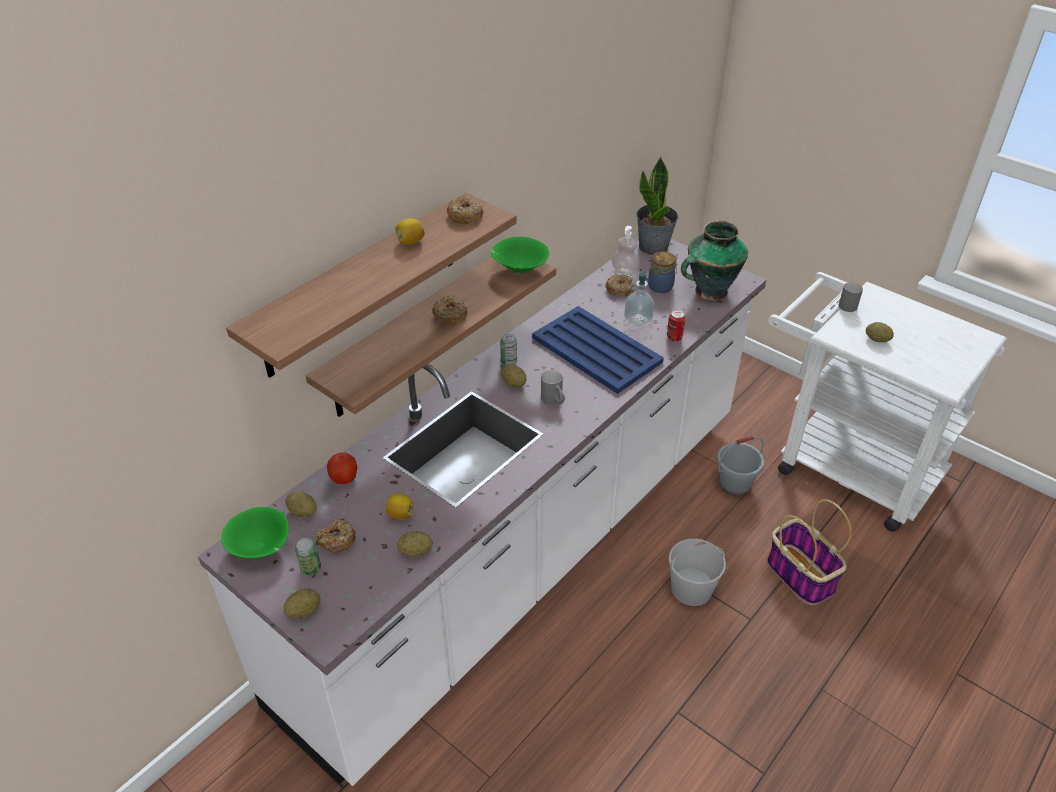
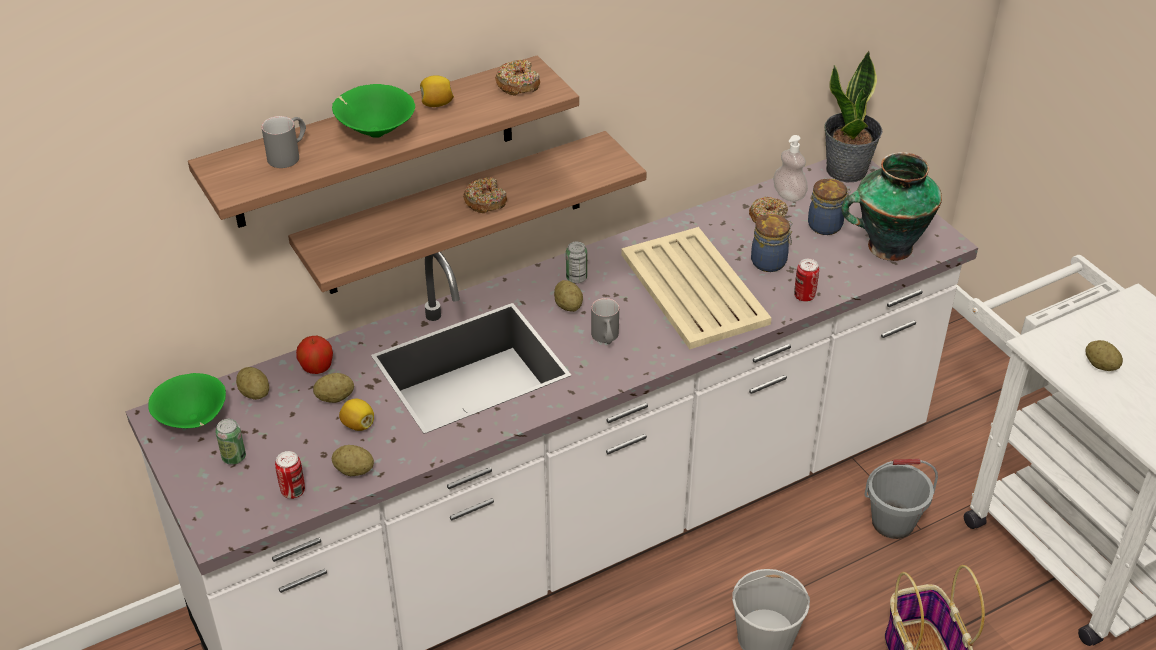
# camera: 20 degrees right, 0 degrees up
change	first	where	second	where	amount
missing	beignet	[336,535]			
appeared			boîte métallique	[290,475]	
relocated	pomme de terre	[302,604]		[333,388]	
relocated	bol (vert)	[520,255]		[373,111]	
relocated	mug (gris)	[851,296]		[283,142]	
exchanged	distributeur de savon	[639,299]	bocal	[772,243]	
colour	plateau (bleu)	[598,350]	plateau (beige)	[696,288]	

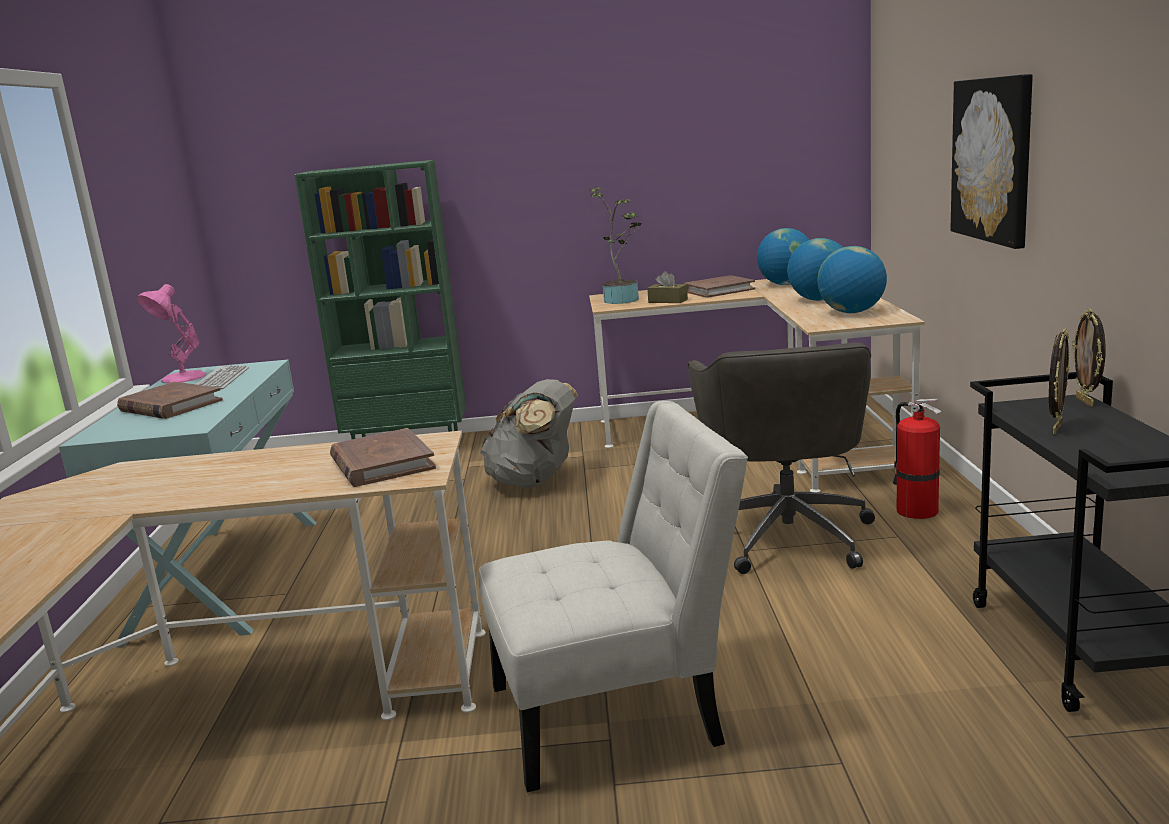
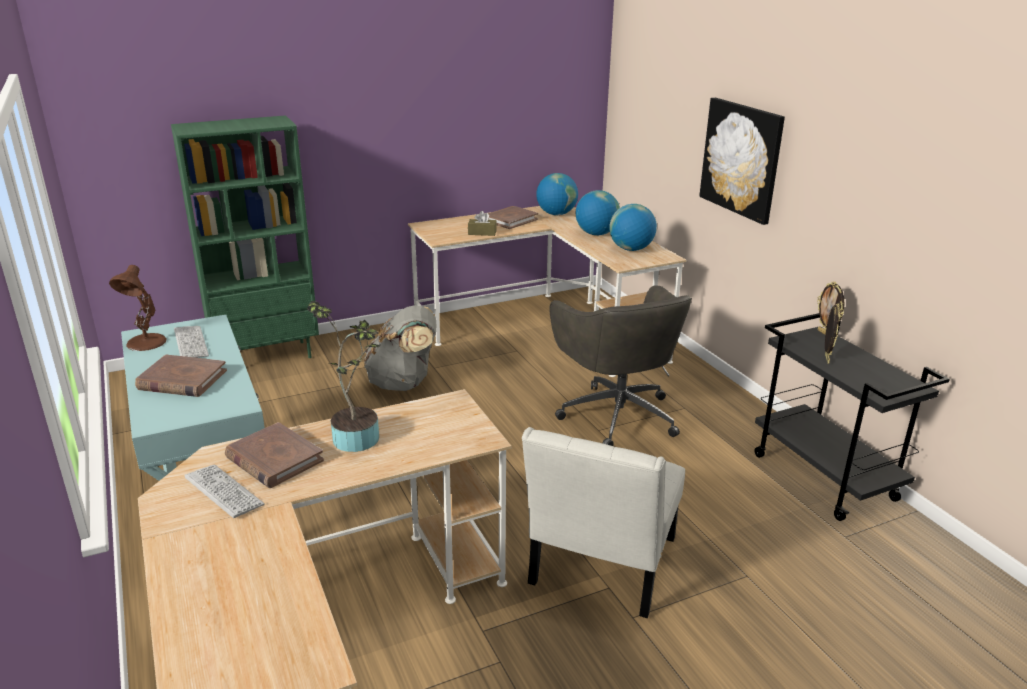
# camera: 25 degrees left, 10 degrees up
change	first	where	second	where	amount
missing	extincteur	[917,459]			
appeared			clavier	[224,491]	
relocated	livre (marron)	[383,457]		[274,455]	
relocated	plante en pot	[615,245]		[343,376]	
colour	lampe de table (rose)	[171,334]	lampe de table (marron)	[138,308]	
spun	chaise (blanc)	[613,596]		[603,522]	150 degrees clockwise

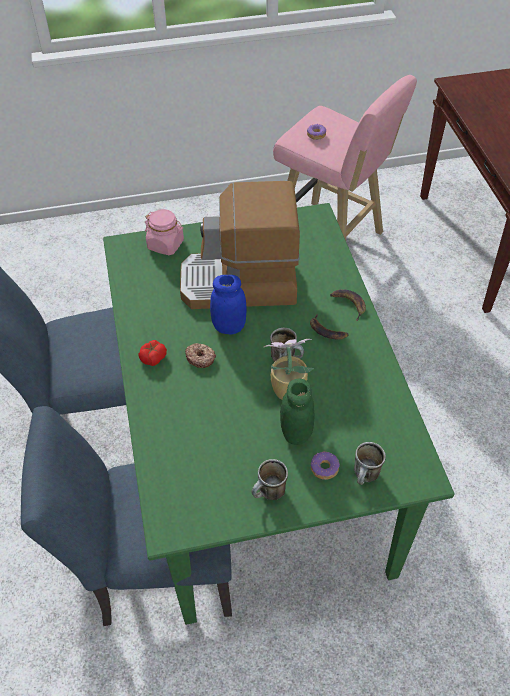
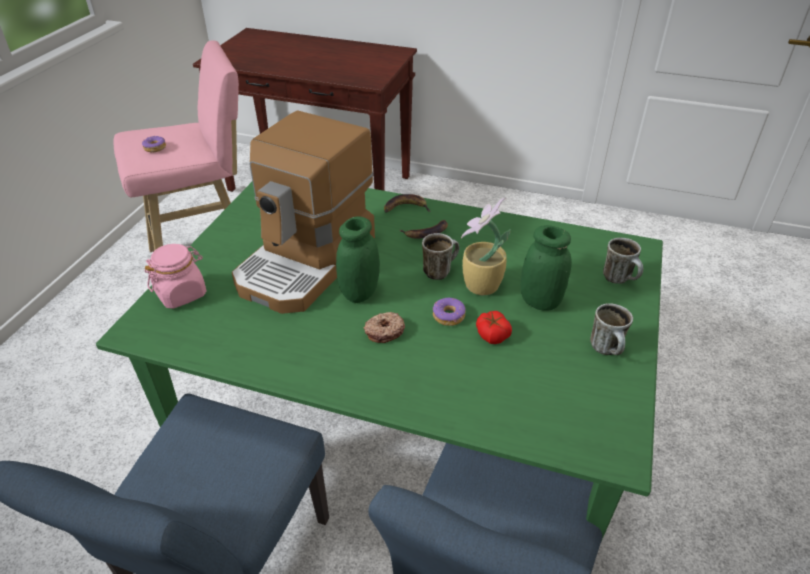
# camera: 60 degrees left, 10 degrees down
change	first	where	second	where	amount
relocated	tomate	[152,353]		[494,327]	
relocated	beignet	[325,465]		[448,312]	
colour	bocal (bleu)	[228,304]	bocal (vert)	[358,259]	

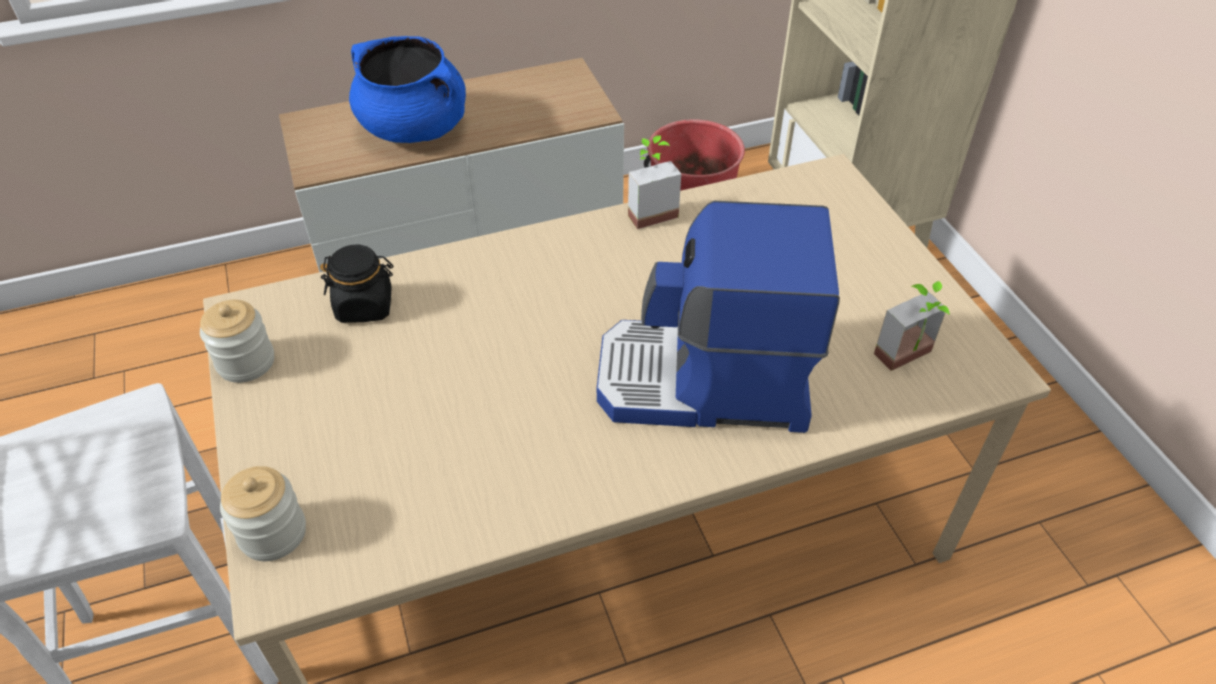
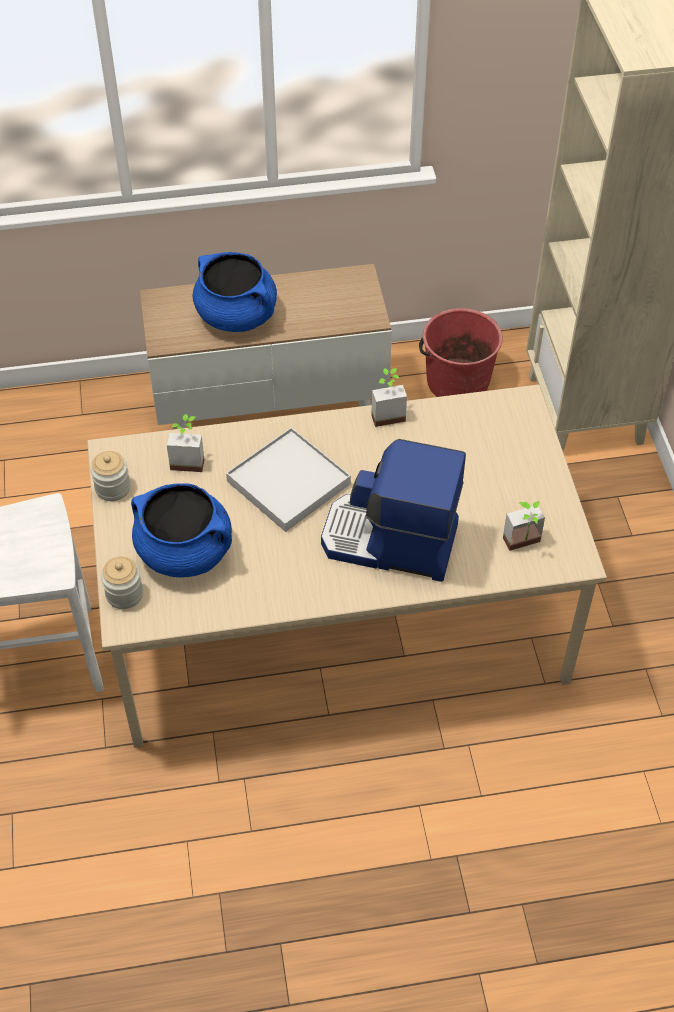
# camera: 10 degrees right, 5 degrees up
change	first	where	second	where	amount
appeared			marmite (bleu)	[181,530]	
appeared			plateau (blanc)	[288,479]	
exchanged	bocal (noir)	[356,284]	plante en pot	[185,443]	

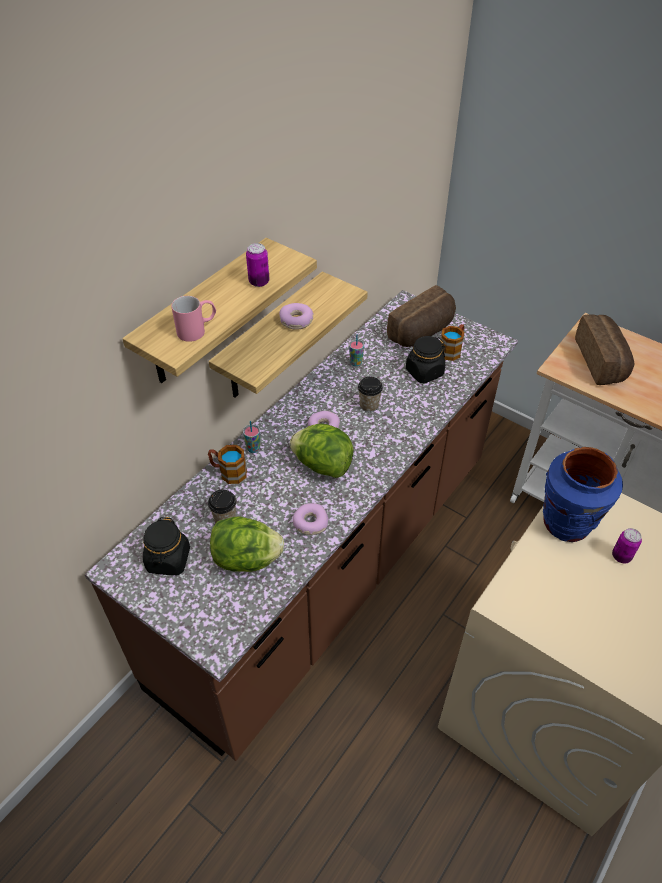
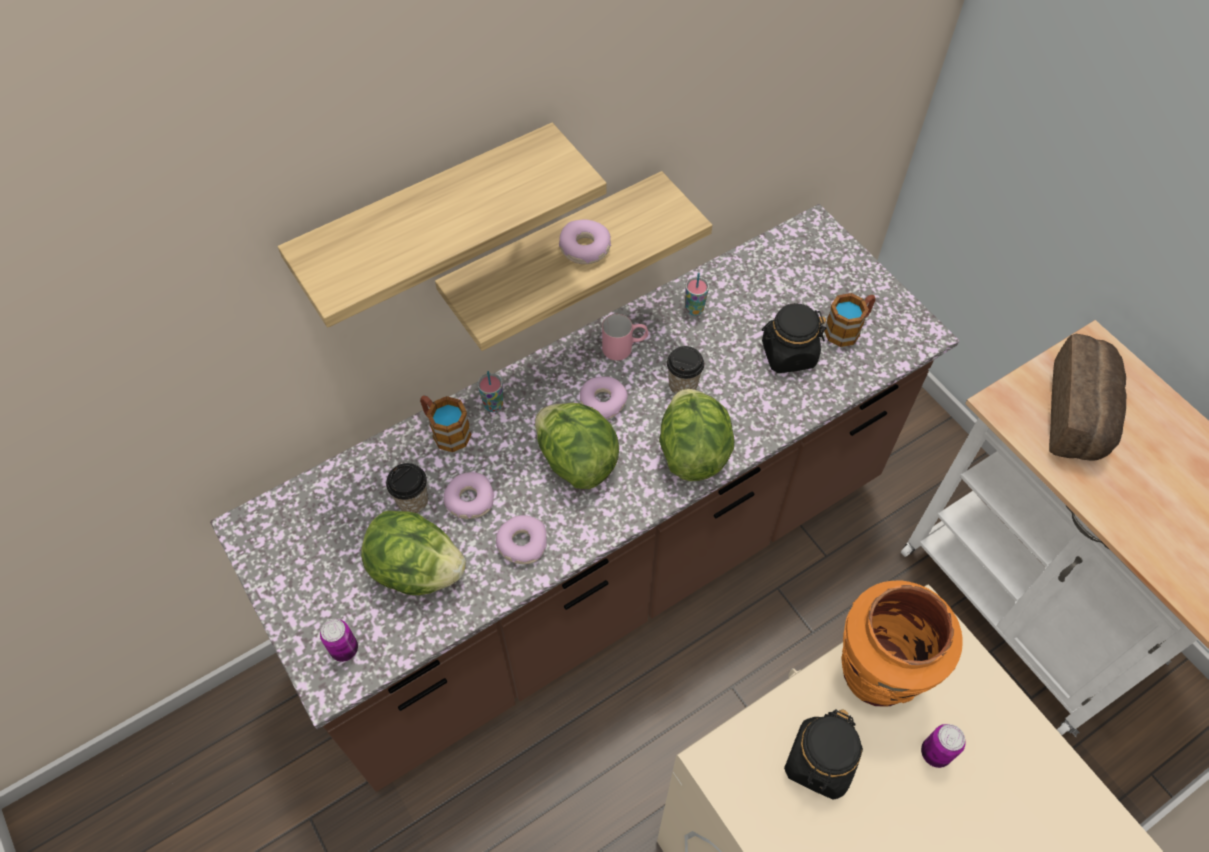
# camera: 20 degrees right, 10 degrees up
change	first	where	second	where	amount
missing	pain	[421,316]			
appeared			beignet	[469,495]	
appeared			laitue	[697,435]	
relocated	bocal (noir)	[166,546]		[823,754]	
relocated	mug (rose)	[193,319]		[625,337]	
relocated	boîte métallique	[258,265]		[339,640]	
colour	vase (bleu)	[583,494]	vase (orange)	[902,643]	

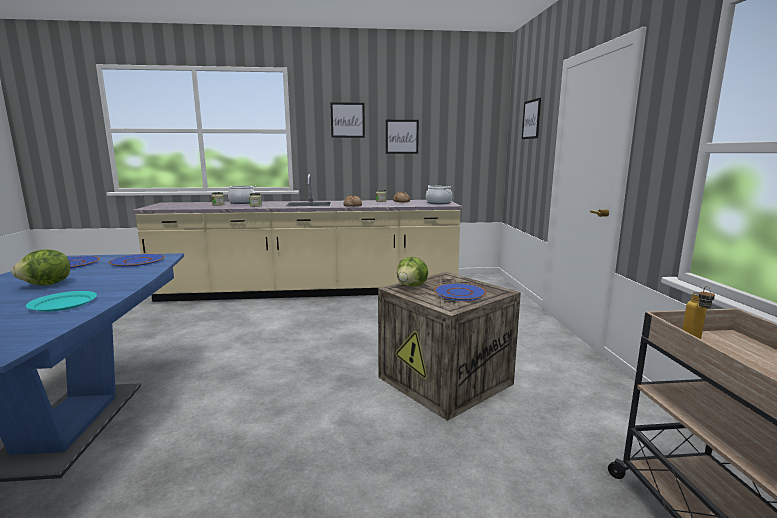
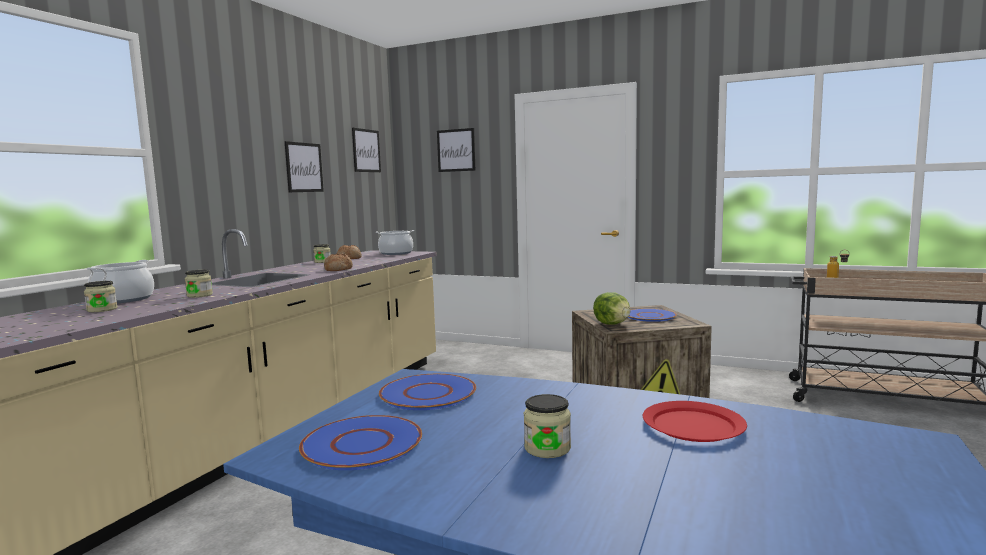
# camera: 60 degrees left, 5 degrees down
change	first	where	second	where	amount
relocated	tableau	[347,120]		[366,150]	
exchanged	laitue	[40,267]	bocal	[547,426]	
colour	assiette (turquoise)	[61,301]	assiette (rouge)	[695,421]	

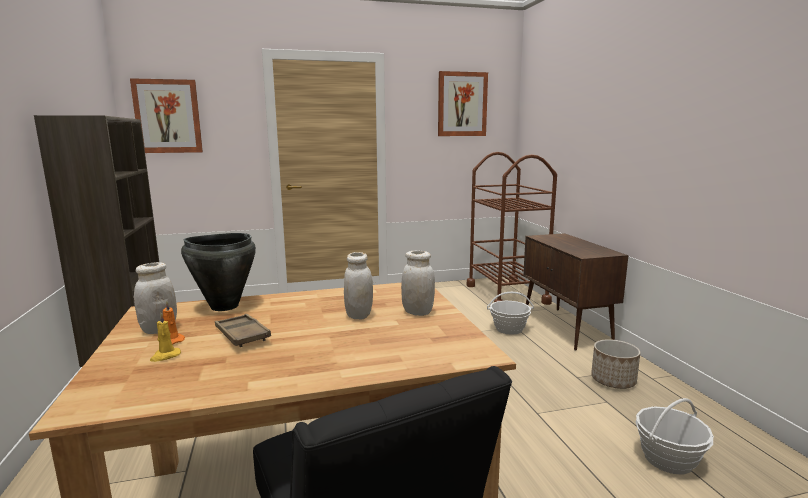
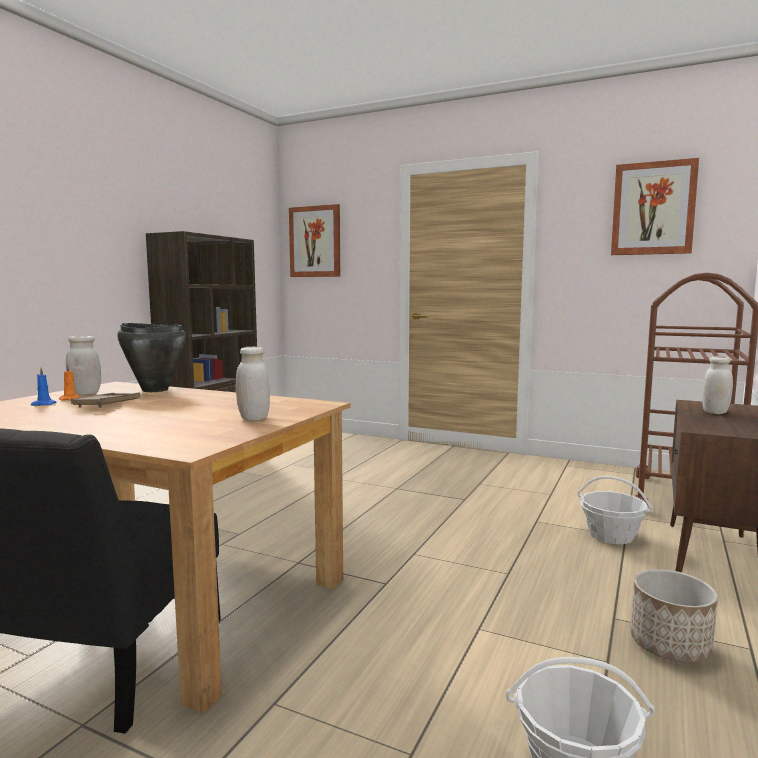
# camera: 40 degrees right, 5 degrees down
change	first	where	second	where	amount
relocated	bocal (blanc)	[358,285]		[717,385]	
colour	bougie (jaune)	[165,337]	bougie (bleu)	[44,386]	

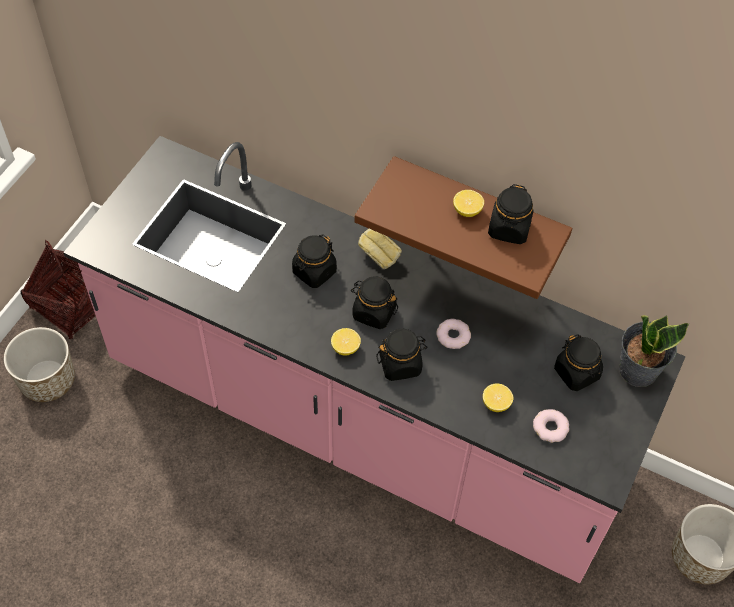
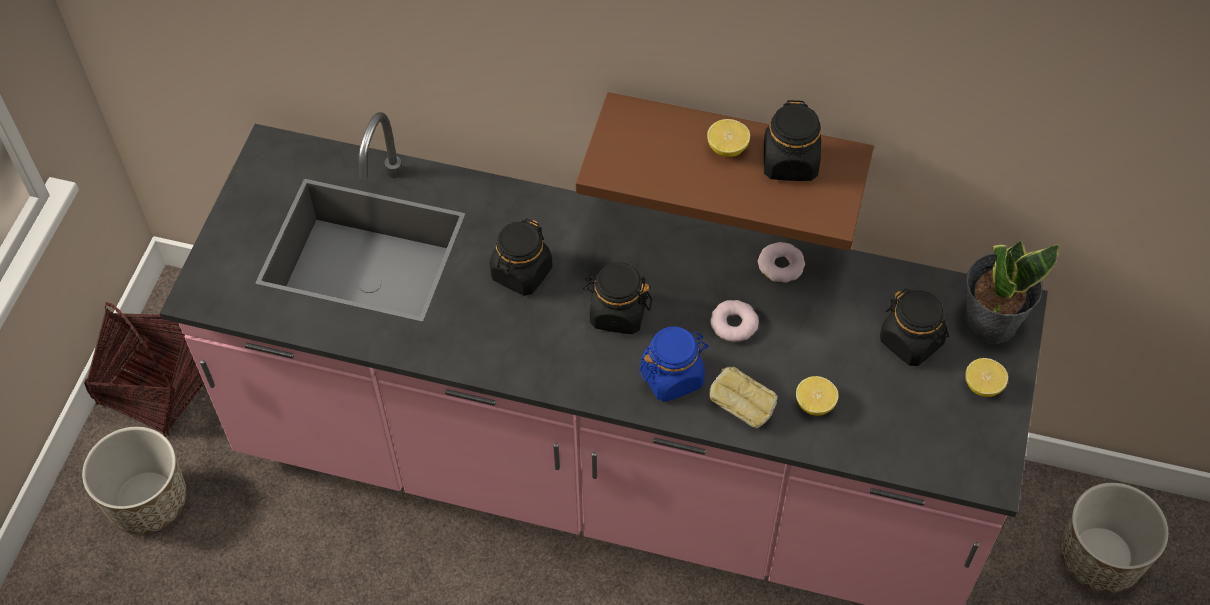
# camera: 10 degrees left, 0 degrees up
change	first	where	second	where	amount
relocated	citron	[346,342]		[986,377]	
relocated	pain	[380,249]		[743,397]	
relocated	beignet	[551,426]		[781,262]	
colour	bocal (noir)	[402,355]	bocal (bleu)	[673,364]	

